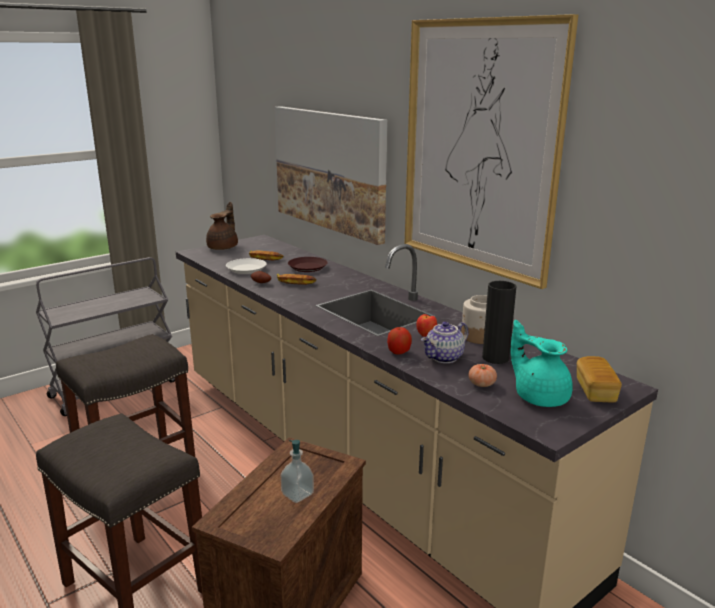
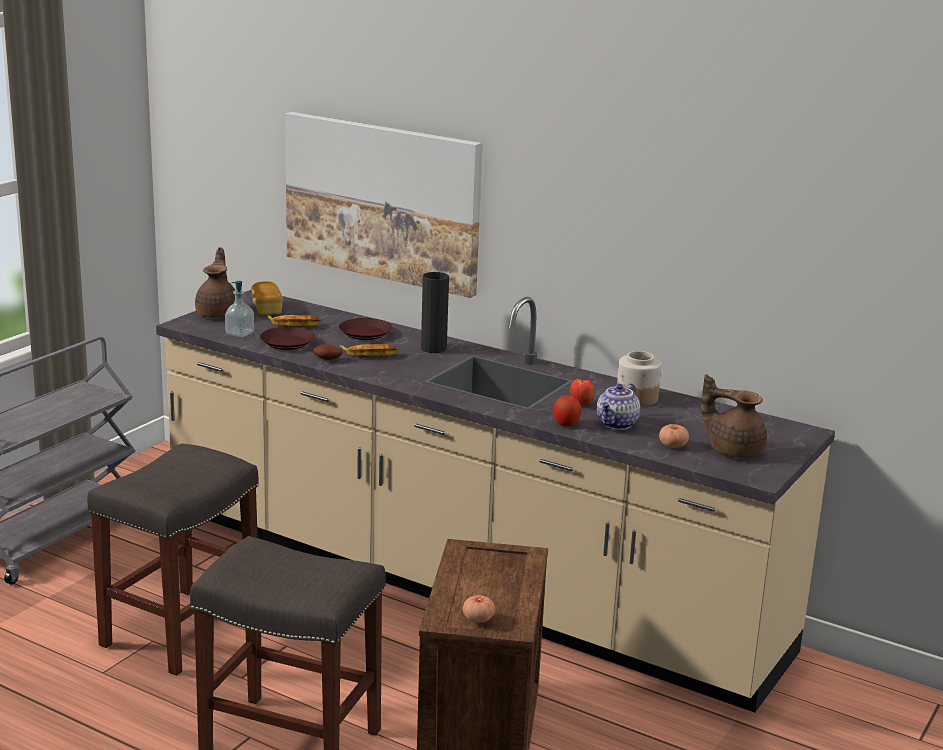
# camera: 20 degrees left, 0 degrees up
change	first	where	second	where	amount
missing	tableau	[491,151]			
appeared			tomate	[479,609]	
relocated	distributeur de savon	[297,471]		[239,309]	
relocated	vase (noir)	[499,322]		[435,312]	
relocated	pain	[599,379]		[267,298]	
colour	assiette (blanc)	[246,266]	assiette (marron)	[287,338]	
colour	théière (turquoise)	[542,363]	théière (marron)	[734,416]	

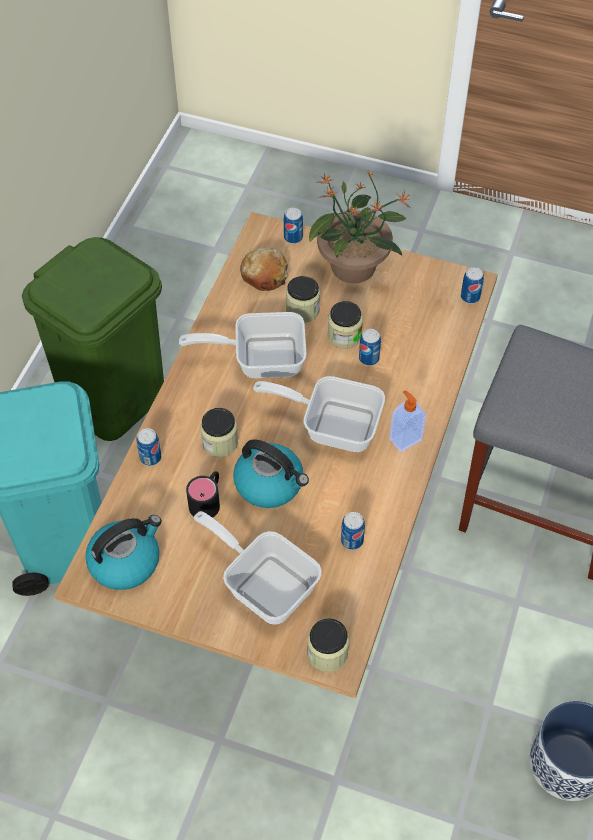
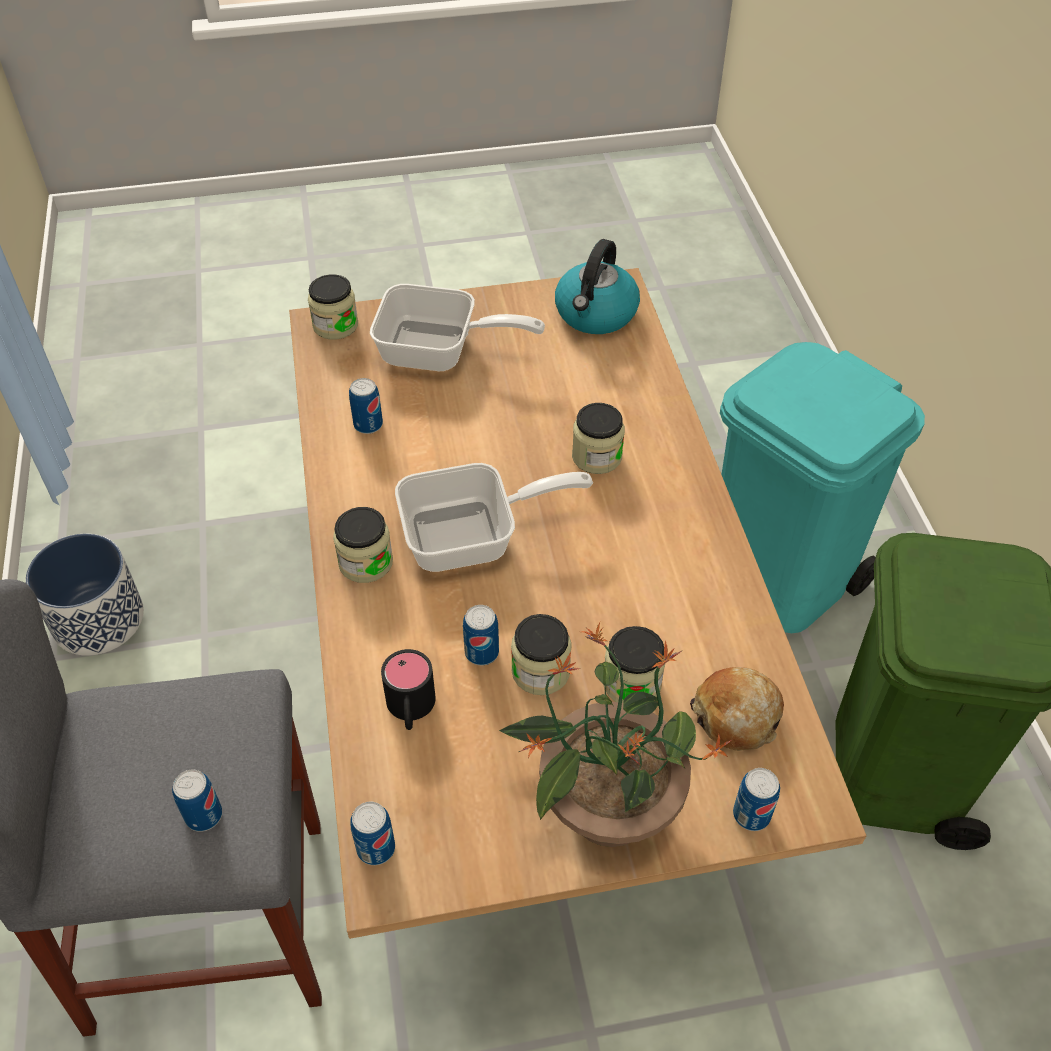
# camera: 150 degrees right, 5 degrees down
change	first	where	second	where	amount
missing	poêle	[242,345]			
missing	bouilloire	[271,474]			
relocated	boîte métallique	[149,447]		[197,801]	
relocated	mug (noir)	[203,494]		[408,689]	
exchanged	distributeur de savon	[407,421]	bocal	[363,545]	

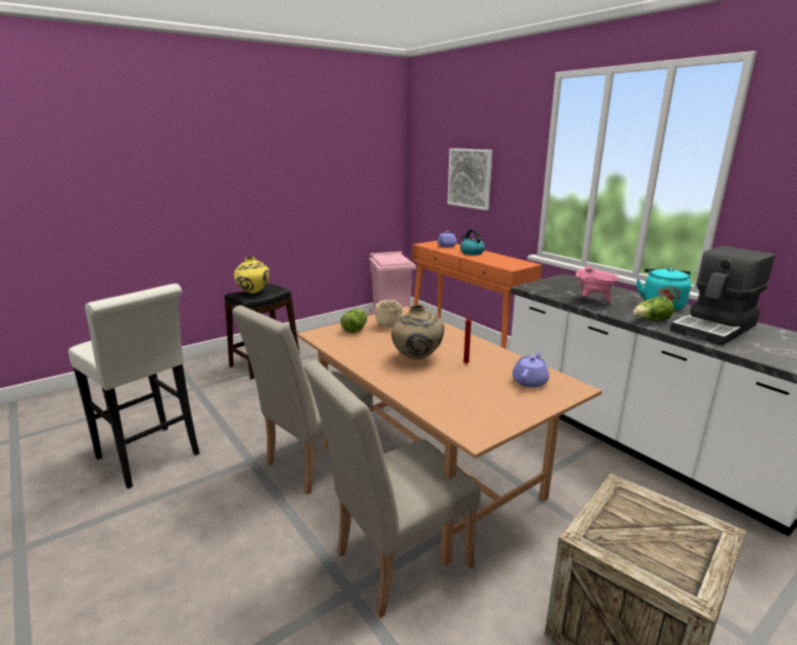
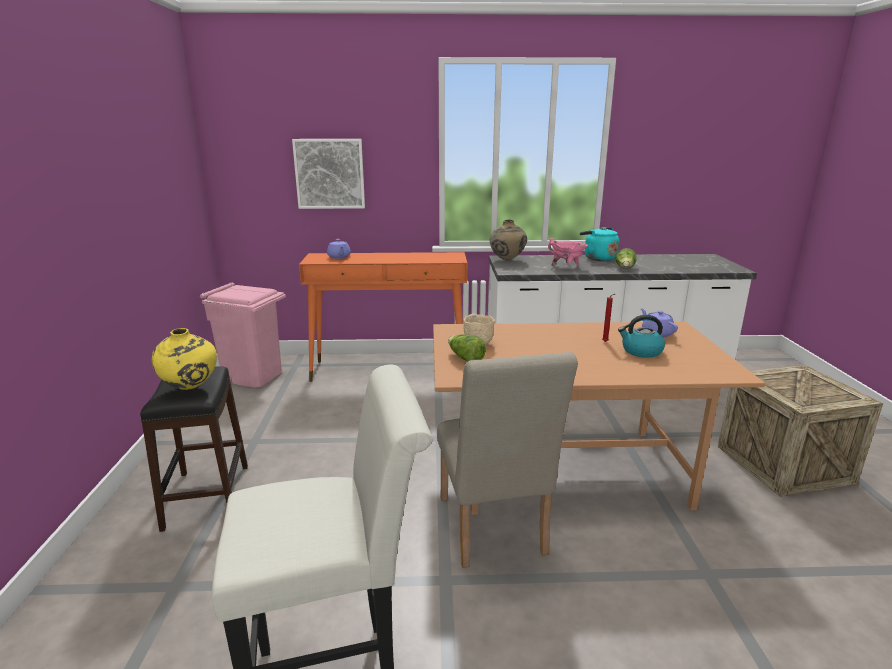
# camera: 55 degrees left, 0 degrees up
change	first	where	second	where	amount
missing	chaise (beige)	[392,489]			
missing	machine à café	[722,296]			
relocated	vase (beige)	[417,332]		[508,240]	
relocated	bouilloire	[472,242]		[641,336]	

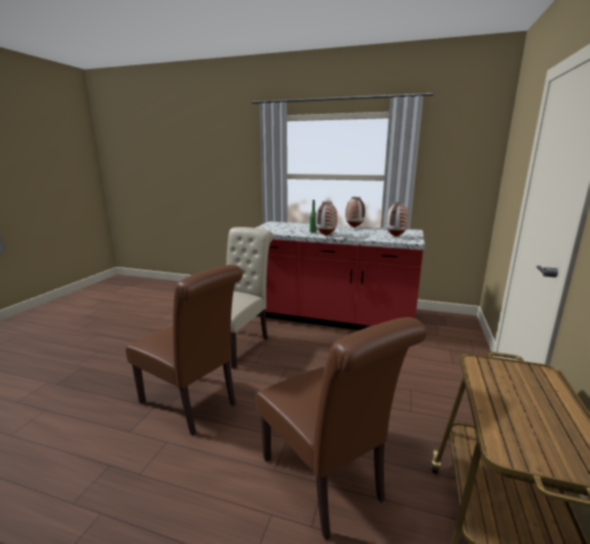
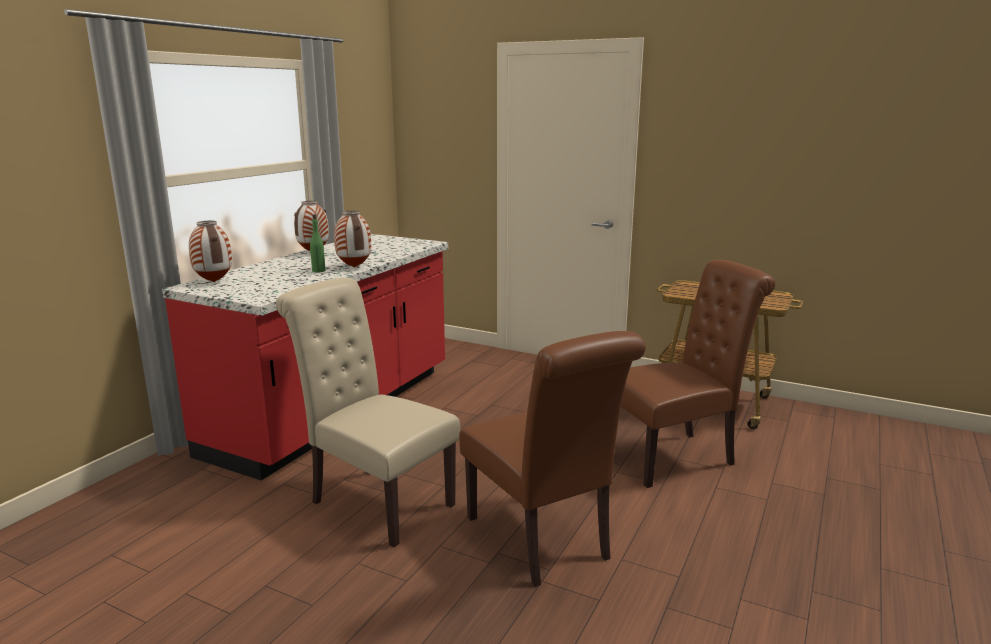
# camera: 80 degrees left, 0 degrees up
change	first	where	second	where	amount
relocated	vase	[397,219]		[210,251]	
spun	chaise (marron)	[184,350]		[552,459]	105 degrees clockwise

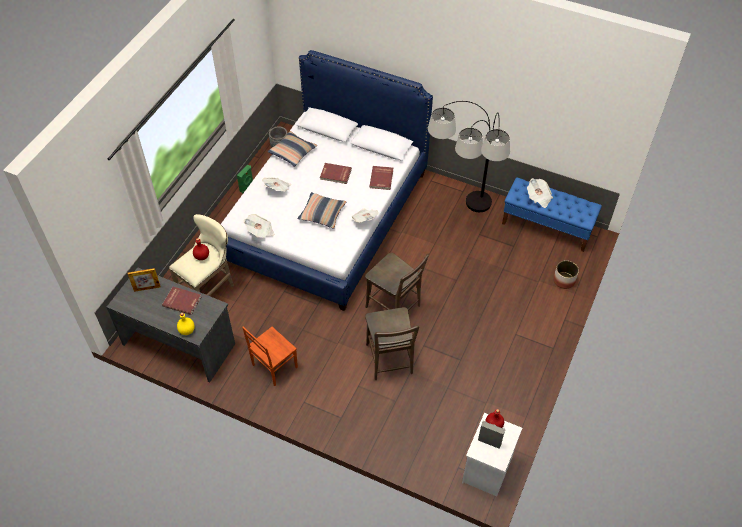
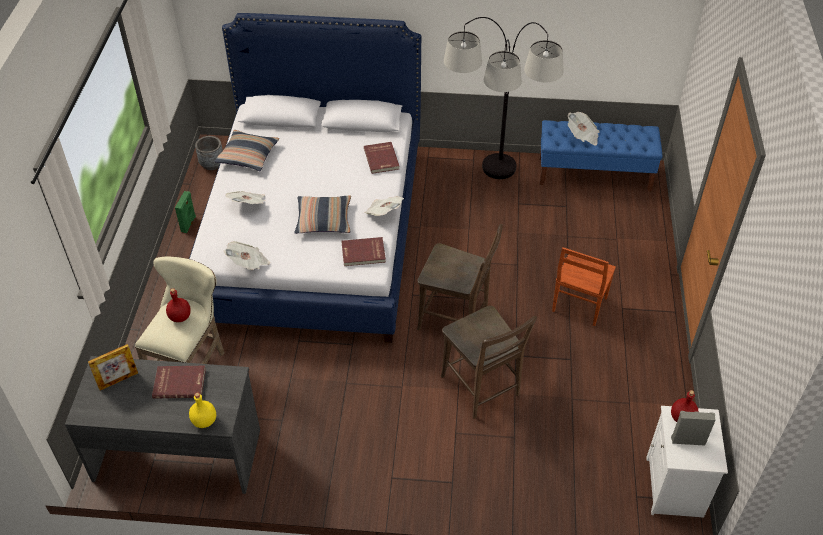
# camera: 20 degrees left, 5 degrees down
change	first	where	second	where	amount
missing	cache-pot	[566,274]			
relocated	chaise (marron)	[270,356]		[584,286]	
relocated	livre (rouge)	[336,173]		[363,251]	

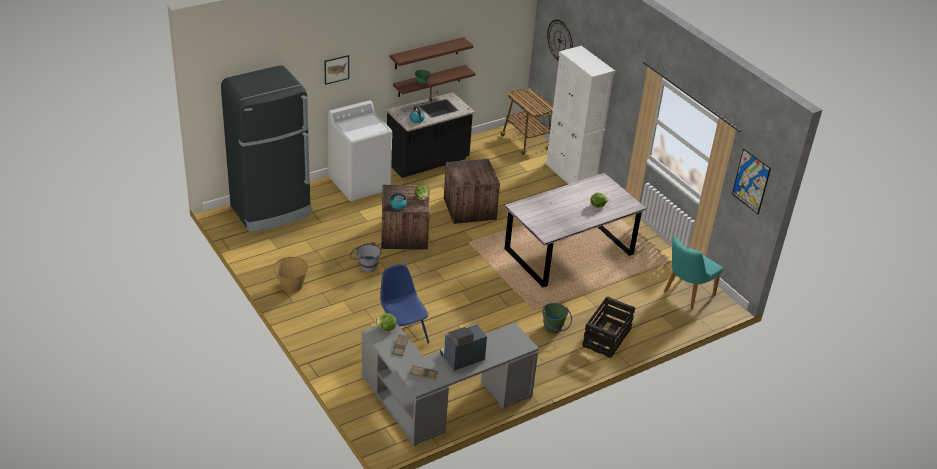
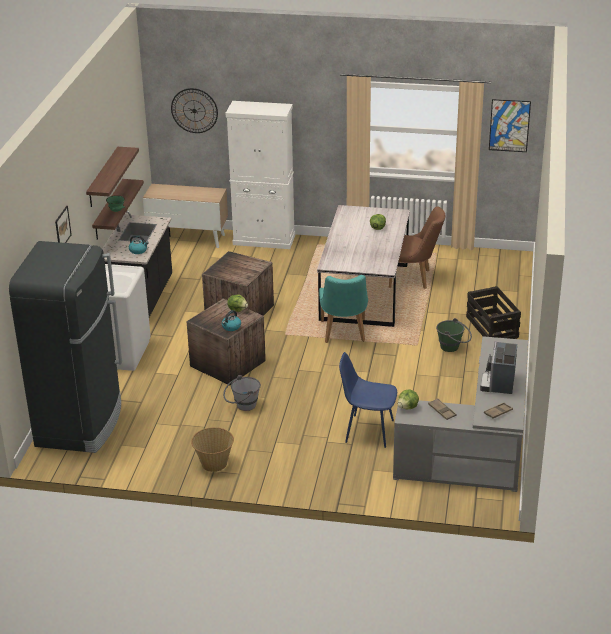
# camera: 45 degrees left, 5 degrees down
change	first	where	second	where	amount
appeared			chaise (marron)	[417,247]	
relocated	chaise (turquoise)	[694,273]		[343,309]	
exchanged	chariot	[526,121]	meuble de rangement	[185,216]	

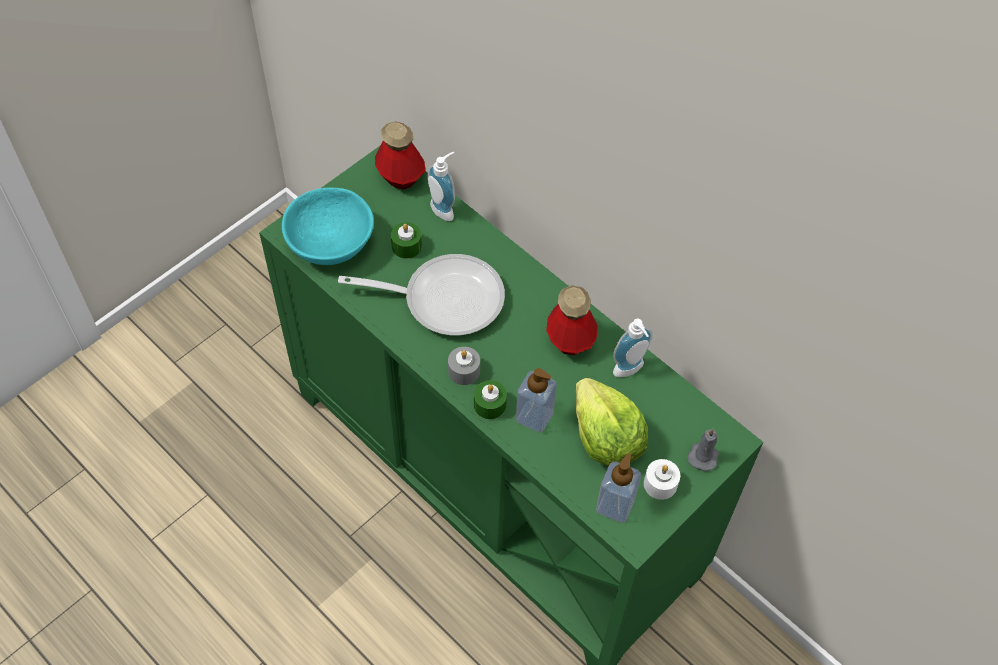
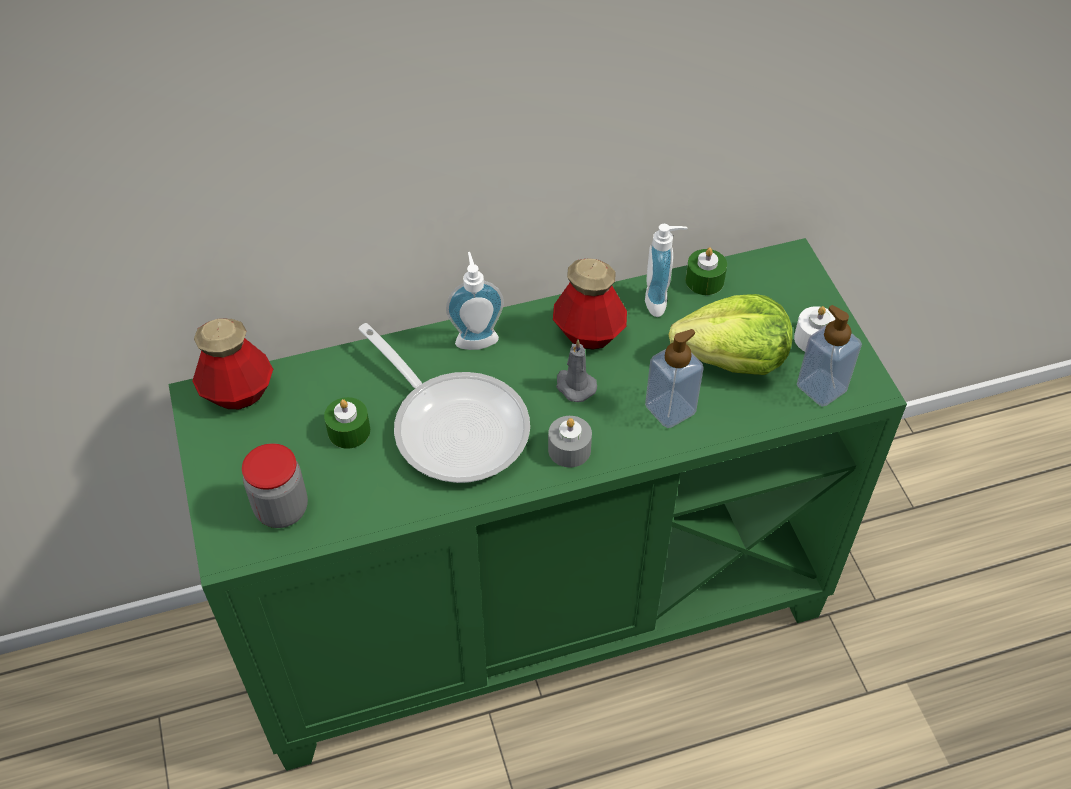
# camera: 60 degrees left, 5 degrees down
change	first	where	second	where	amount
relocated	distributeur de savon	[441,186]		[475,301]	
relocated	bougie (vert)	[490,399]		[706,271]	
relocated	bougie (gris)	[703,450]		[576,370]	
exchanged	bol (turquoise)	[328,226]	bocal	[275,485]	
spun	poêle	[421,295]		[444,403]	105 degrees clockwise

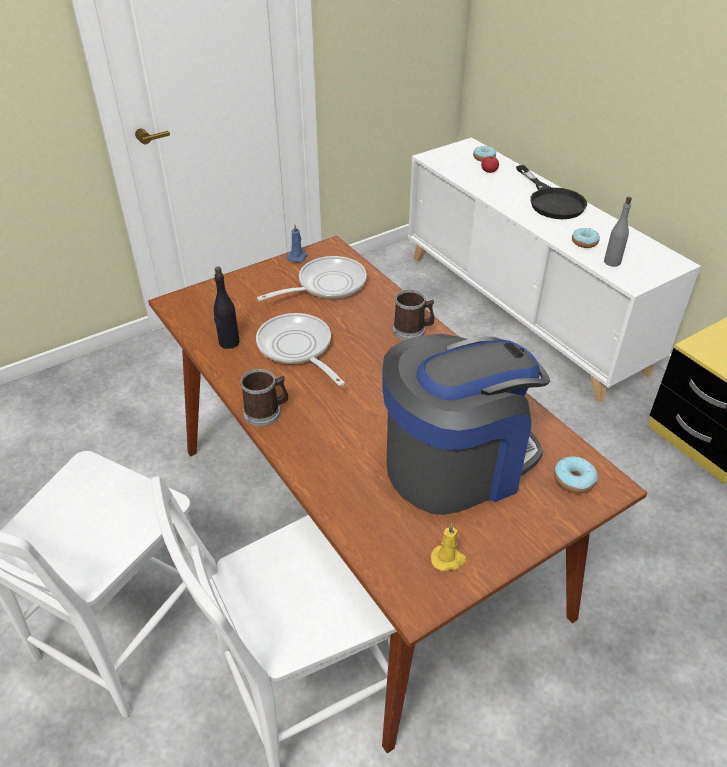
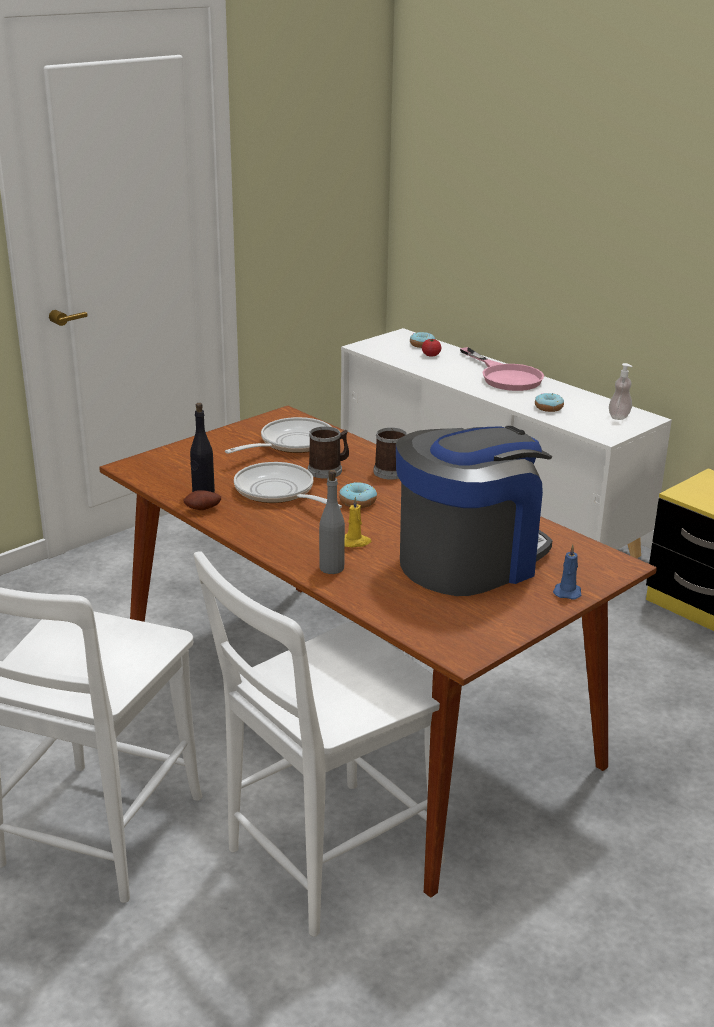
# camera: 10 degrees left, 15 degrees down
change	first	where	second	where	amount
appeared			pomme de terre	[202,500]	
appeared			distributeur de savon	[621,391]	
relocated	mug	[264,397]		[328,452]	
relocated	bougie (bleu)	[296,244]		[567,572]	
relocated	bougie (jaune)	[449,547]		[358,521]	
relocated	beignet	[576,475]		[358,495]	
relocated	bouteille (gris)	[618,232]		[332,522]	
colour	poêle (noir)	[551,192]	poêle (rose)	[502,369]	

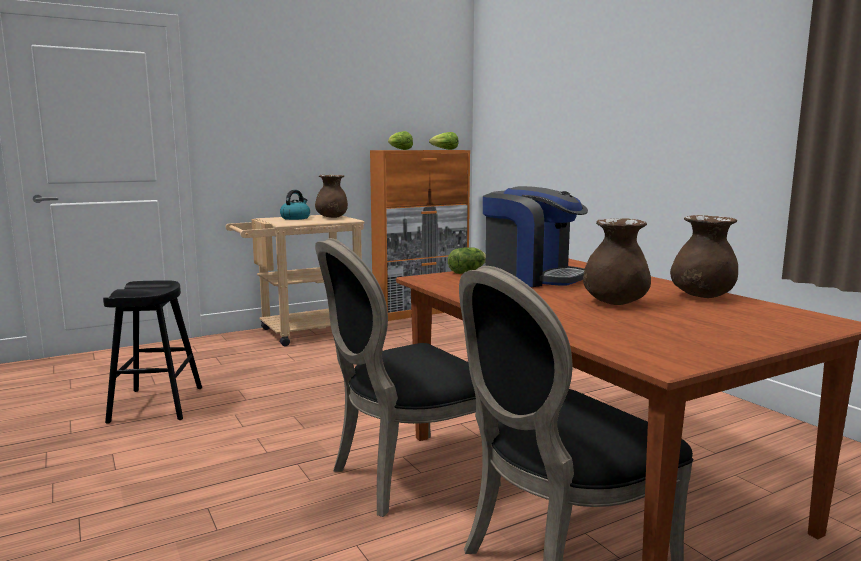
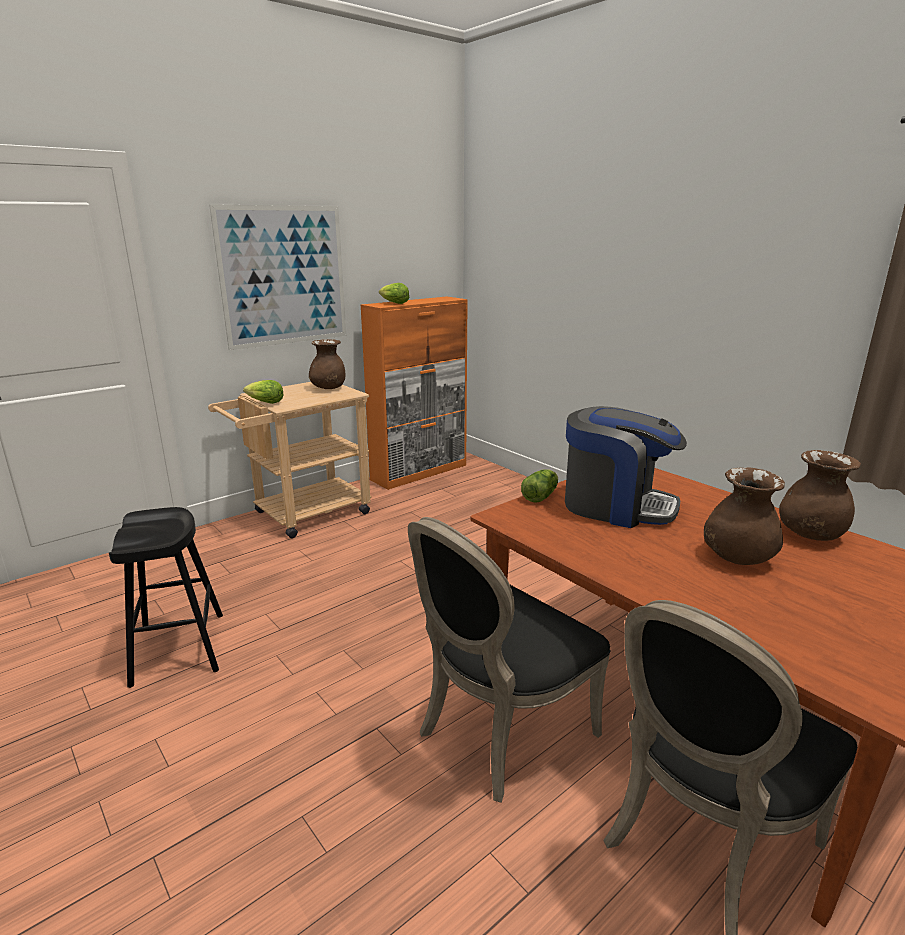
# camera: 10 degrees left, 10 degrees up
change	first	where	second	where	amount
missing	bouilloire	[295,205]			
appeared			tableau	[277,277]	
relocated	laitue	[444,141]		[263,392]	

